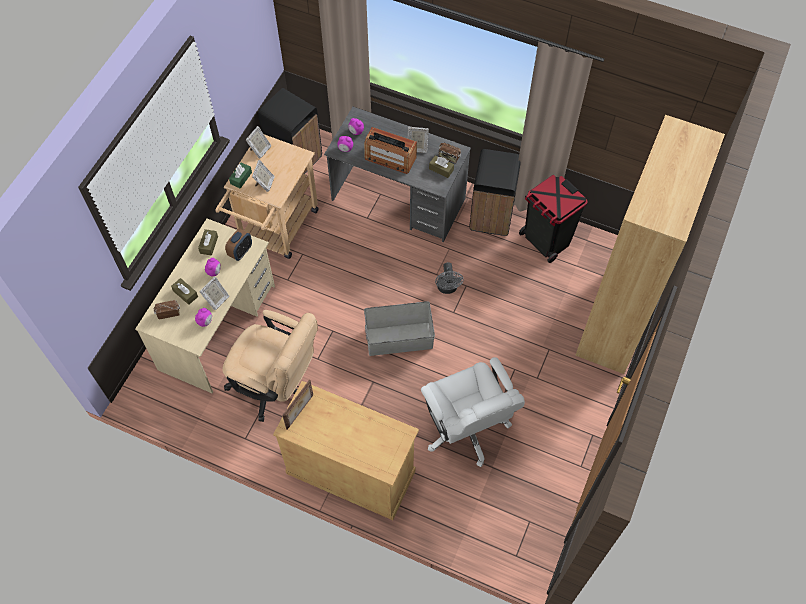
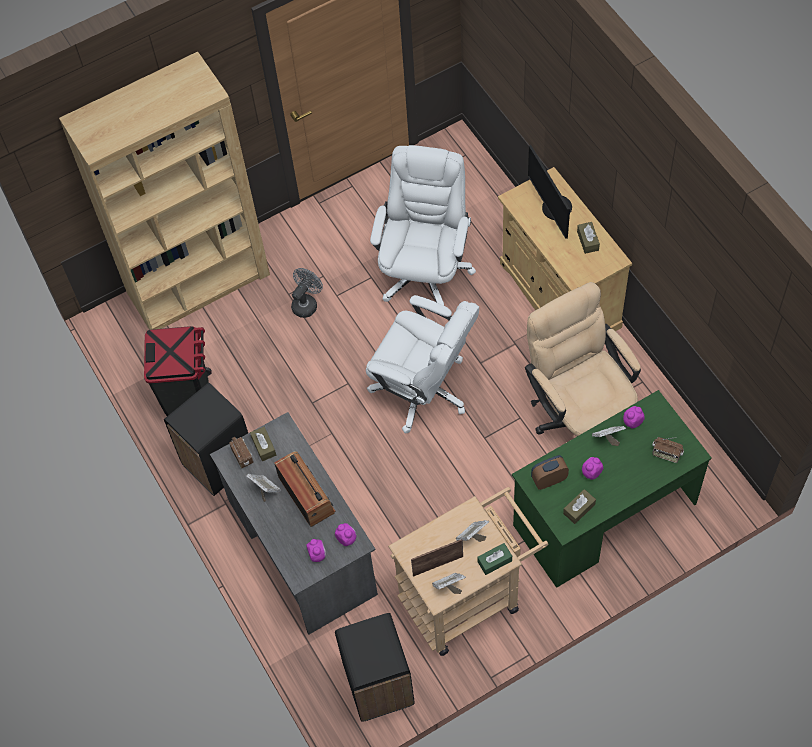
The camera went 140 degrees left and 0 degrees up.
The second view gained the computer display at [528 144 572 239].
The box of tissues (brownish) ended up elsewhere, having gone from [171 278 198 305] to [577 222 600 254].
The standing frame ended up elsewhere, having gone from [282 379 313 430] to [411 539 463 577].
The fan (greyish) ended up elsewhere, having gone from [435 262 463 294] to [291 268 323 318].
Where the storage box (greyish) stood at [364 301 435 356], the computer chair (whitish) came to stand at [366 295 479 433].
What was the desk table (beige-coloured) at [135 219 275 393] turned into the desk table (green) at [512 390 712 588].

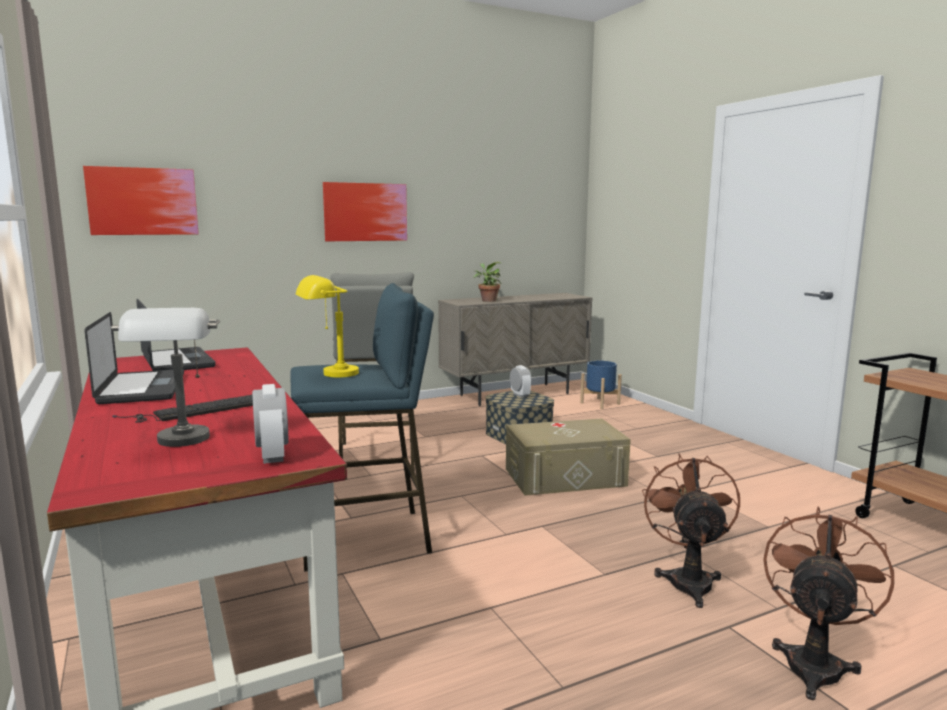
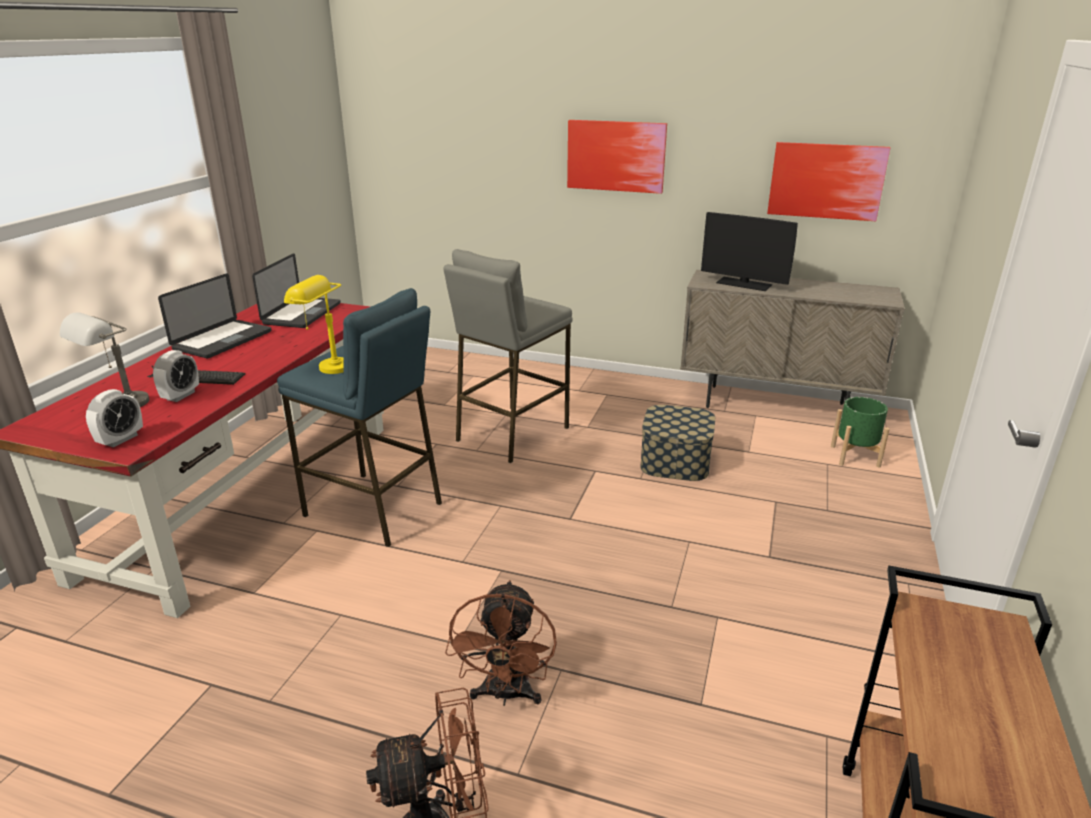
The camera went 45 degrees right and 15 degrees up.
The second view lost the storage box (beige-coloured) at [506 419 631 496].
The wall art ended up elsewhere, having gone from [83 166 199 235] to [767 142 890 221].
The bedside clock ended up elsewhere, having gone from [510 365 532 398] to [153 350 199 402].
Where the potted plant stood at [473 262 501 302], the computer display came to stand at [701 212 798 291].
What was the flower pot (blue-coloured) at [580 361 622 409] turned into the flower pot (green) at [831 397 890 468].
The fan (brownish) at [642 453 740 608] ended up facing another way, 135 degrees clockwise from before.

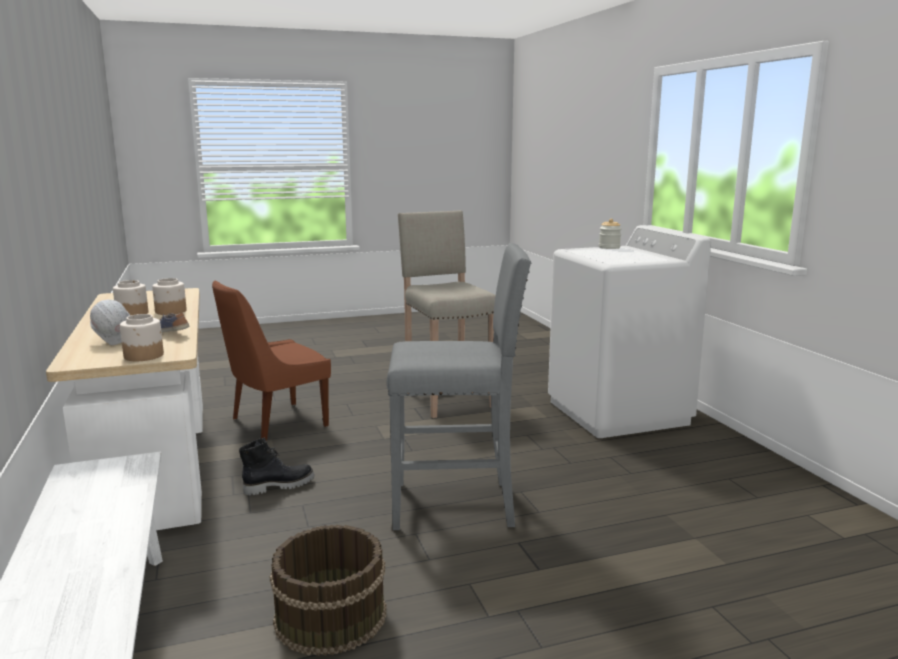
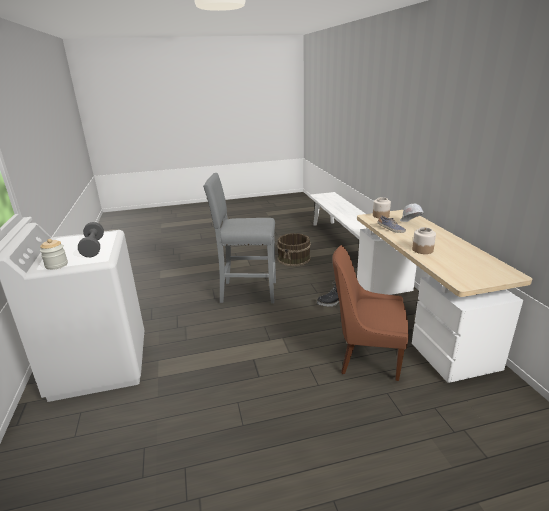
The camera went 175 degrees left and 10 degrees up.
The second view lost the preserve jar at [113 280 148 316].
The second view lost the stool seat (beige-coloured) at [398 210 496 418].
The second view gained the dumbbell (greyish) at [78 222 104 257].
The plain chair (brownish) at [212 281 331 441] ended up facing another way, 135 degrees counterclockwise from before.

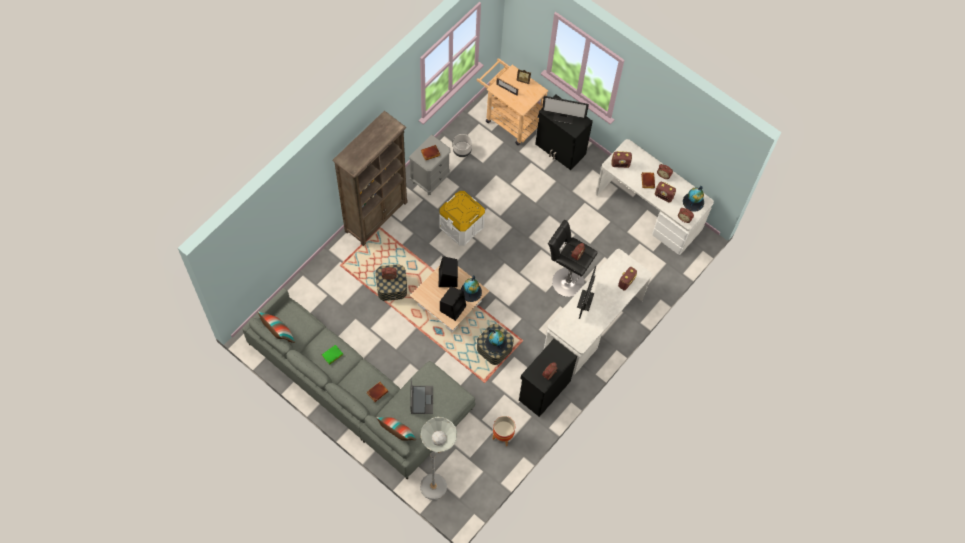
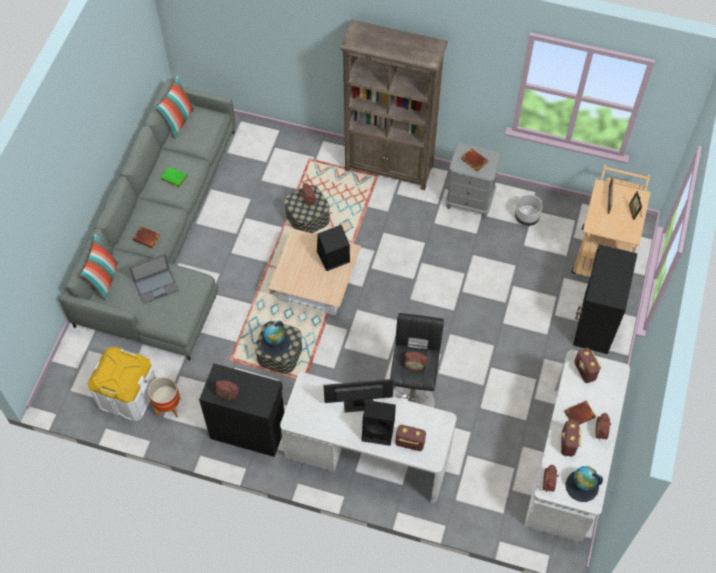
The camera went 70 degrees right and 5 degrees down.
The second view lost the standing lamp (greyish) at [420 417 457 500].
The second view lost the globe at [460 275 482 302].
The second view lost the computer display at [542 96 589 124].
The storage box (whitish) ended up elsewhere, having gone from [439 191 485 246] to [87 347 157 422].
The speaker (black-coloured) ended up elsewhere, having gone from [440 287 466 321] to [362 400 396 446].

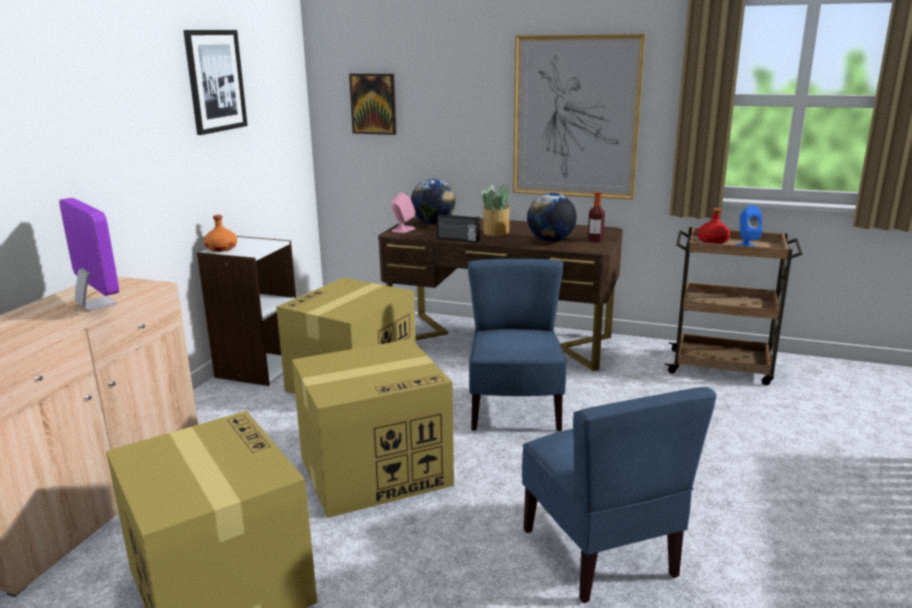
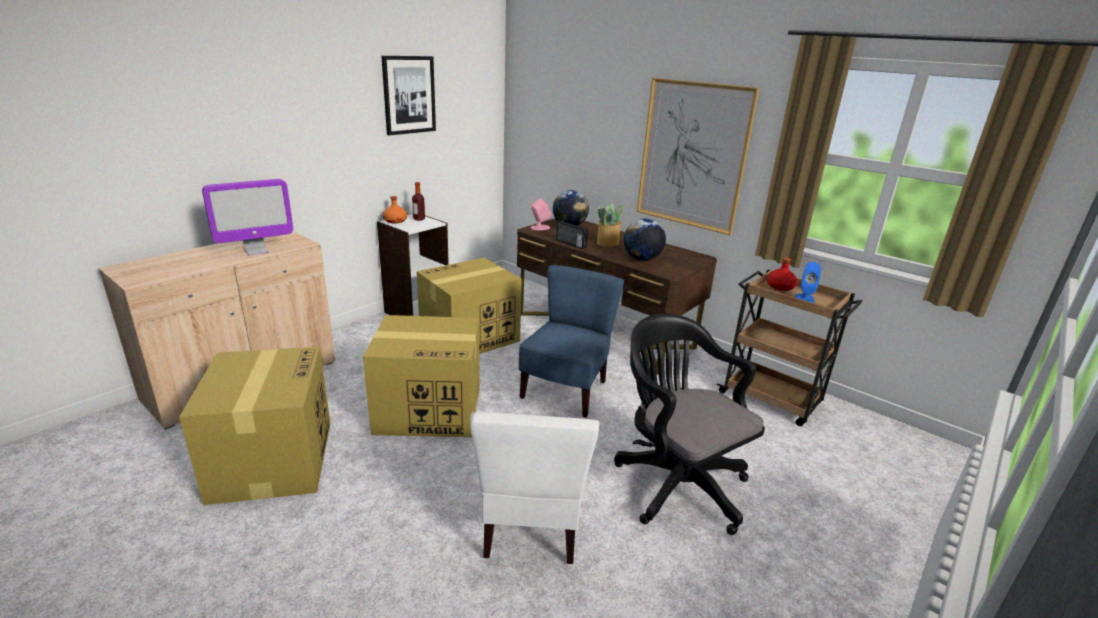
The camera went 20 degrees right and 5 degrees up.
The second view lost the wall art at [349 74 397 135].
The second view gained the computer chair (black-coloured) at [614 314 765 535].
The beverage bottle ended up elsewhere, having gone from [588 192 605 242] to [412 182 425 221].
What was the plain chair (blue-coloured) at [522 387 717 603] turned into the plain chair (whitish) at [470 412 599 564].
The computer display at [59 198 119 310] ended up facing another way, 75 degrees clockwise from before.

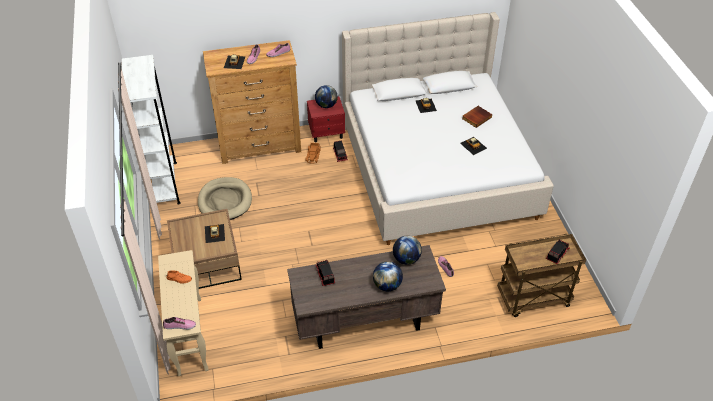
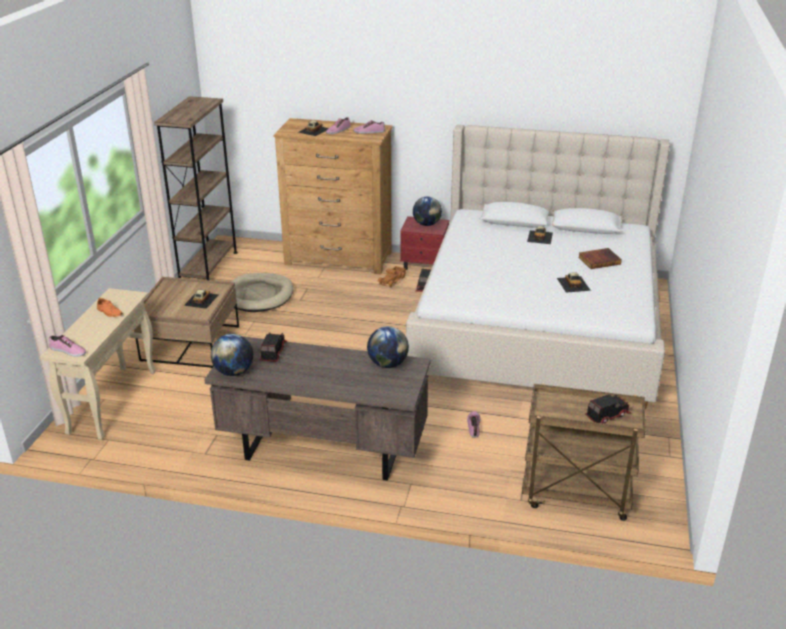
The camera went 25 degrees right and 15 degrees down.
The globe ended up elsewhere, having gone from [373 261 403 291] to [211 334 253 376].
What was the bookshelf (whitish) at [122 55 181 205] turned into the bookshelf (brownish) at [154 96 238 280].

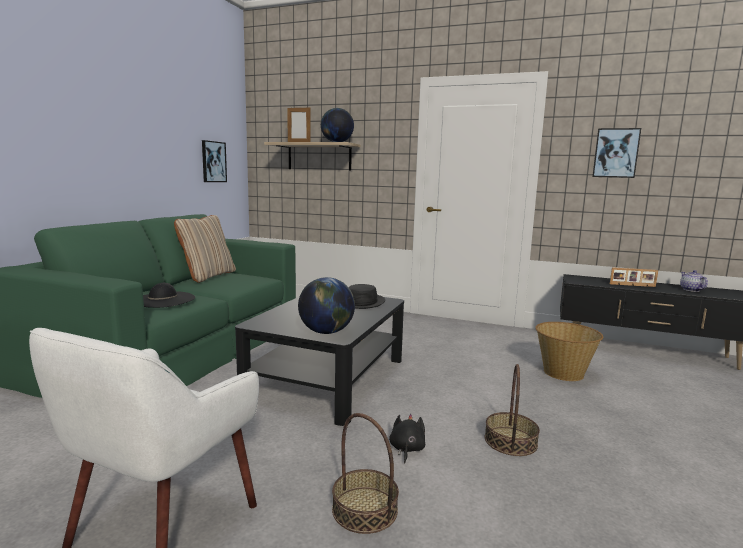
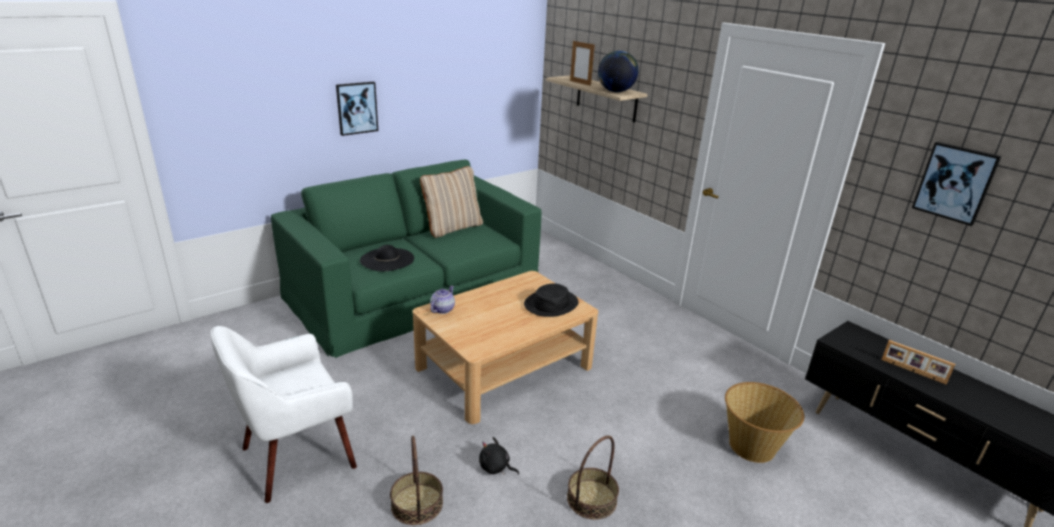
The camera went 30 degrees right and 15 degrees up.
The second view lost the globe at [298 277 355 334].
The wall art ended up elsewhere, having gone from [202 140 227 182] to [336 82 378 136].
The pot for tea ended up elsewhere, having gone from [680 270 708 292] to [430 286 455 314].
What was the lounge table (black-coloured) at [235 296 404 426] turned into the lounge table (beige-coloured) at [413 271 598 424].
The cuddly toy (black-coloured) at [389 414 425 463] ended up facing another way, 105 degrees counterclockwise from before.

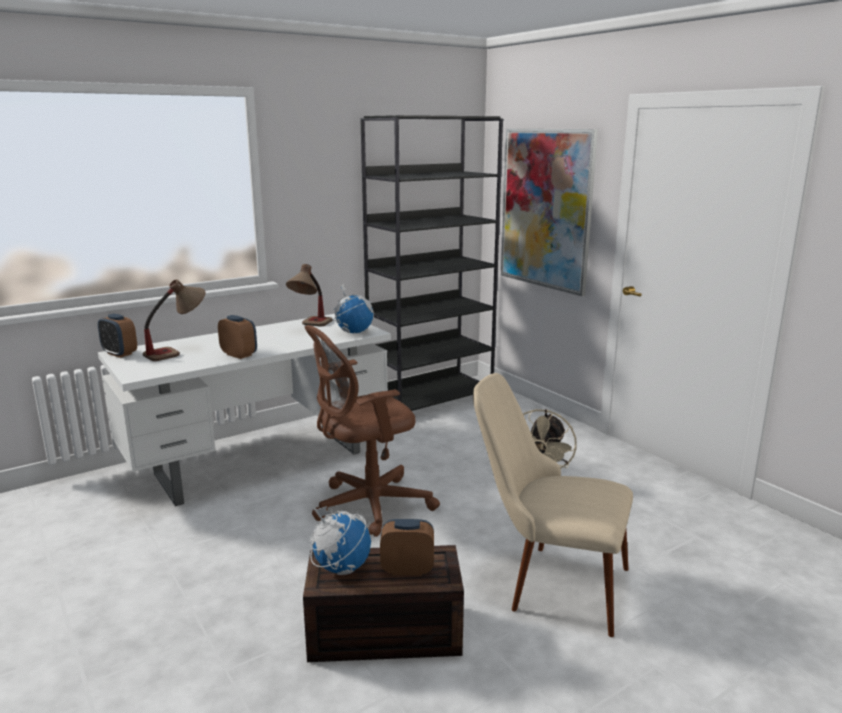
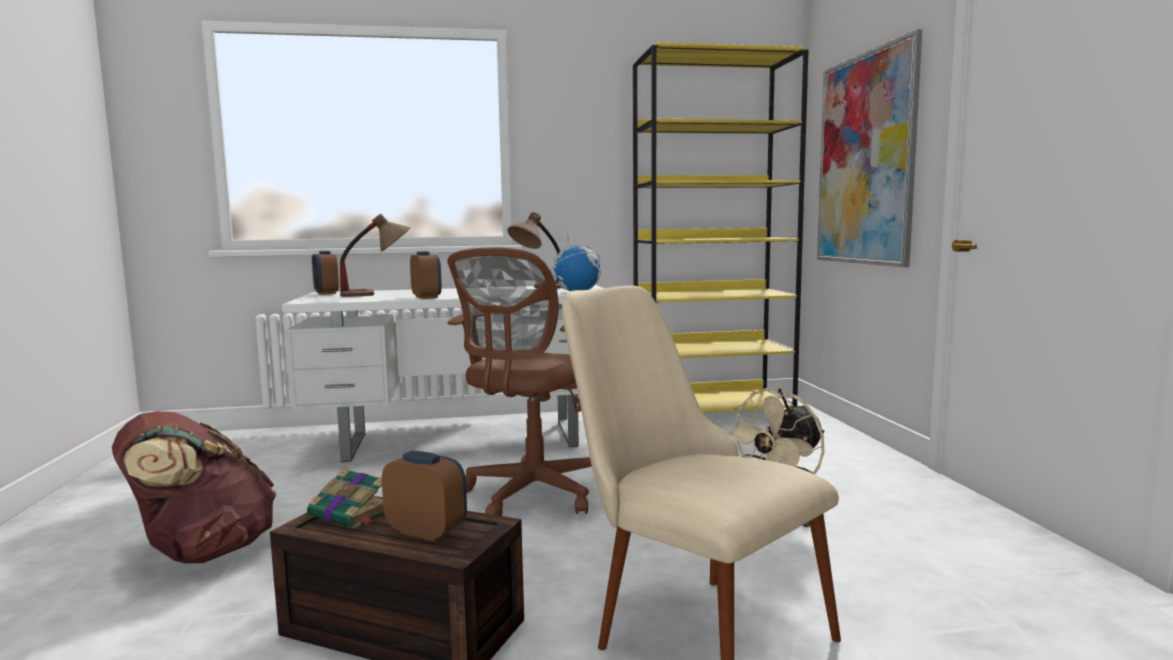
The camera went 25 degrees right and 10 degrees down.
The second view gained the backpack (brownish) at [112 411 277 563].
Where the globe stood at [310 506 371 575], the bound book came to stand at [307 468 384 529].
What was the bookshelf (black-coloured) at [360 115 503 411] turned into the bookshelf (yellow-coloured) at [633 42 809 413].
The computer chair (brownish) at [305 325 440 537] ended up facing another way, 60 degrees counterclockwise from before.

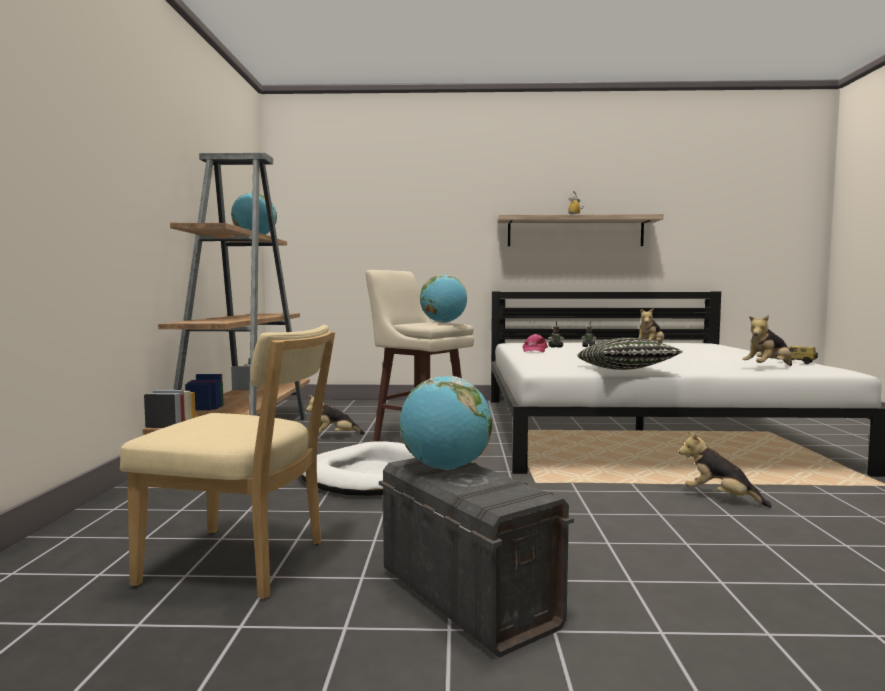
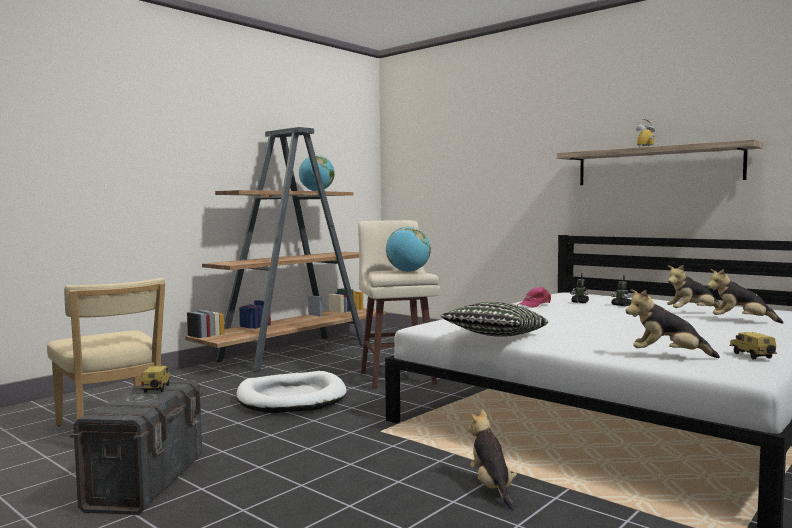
The camera went 40 degrees right and 0 degrees up.
The cuddly toy ended up elsewhere, having gone from [306 395 365 434] to [707 269 784 324].
Where the globe stood at [400 376 492 470], the miniature car came to stand at [141 365 171 393].

